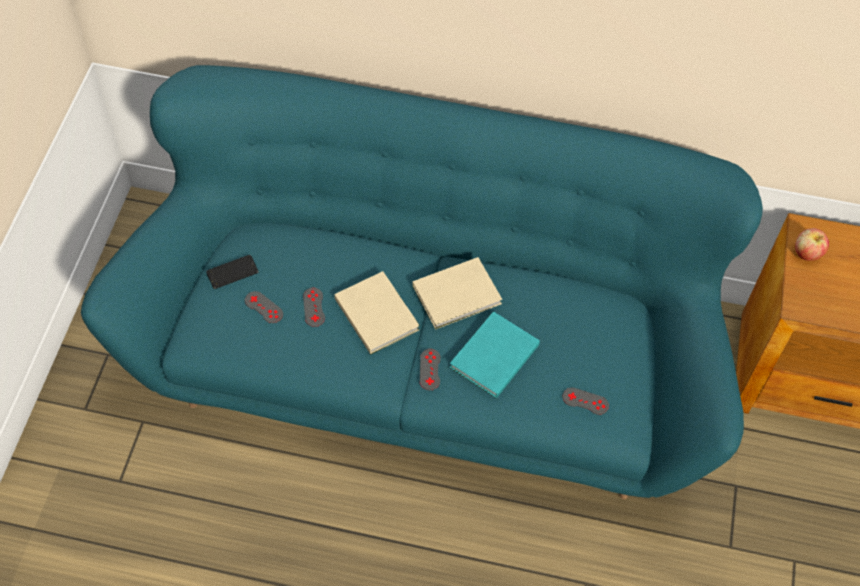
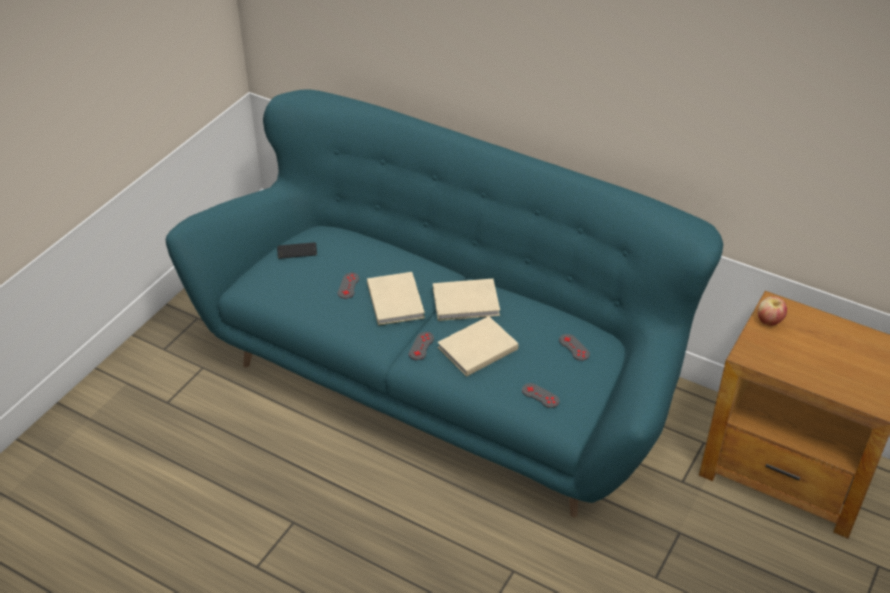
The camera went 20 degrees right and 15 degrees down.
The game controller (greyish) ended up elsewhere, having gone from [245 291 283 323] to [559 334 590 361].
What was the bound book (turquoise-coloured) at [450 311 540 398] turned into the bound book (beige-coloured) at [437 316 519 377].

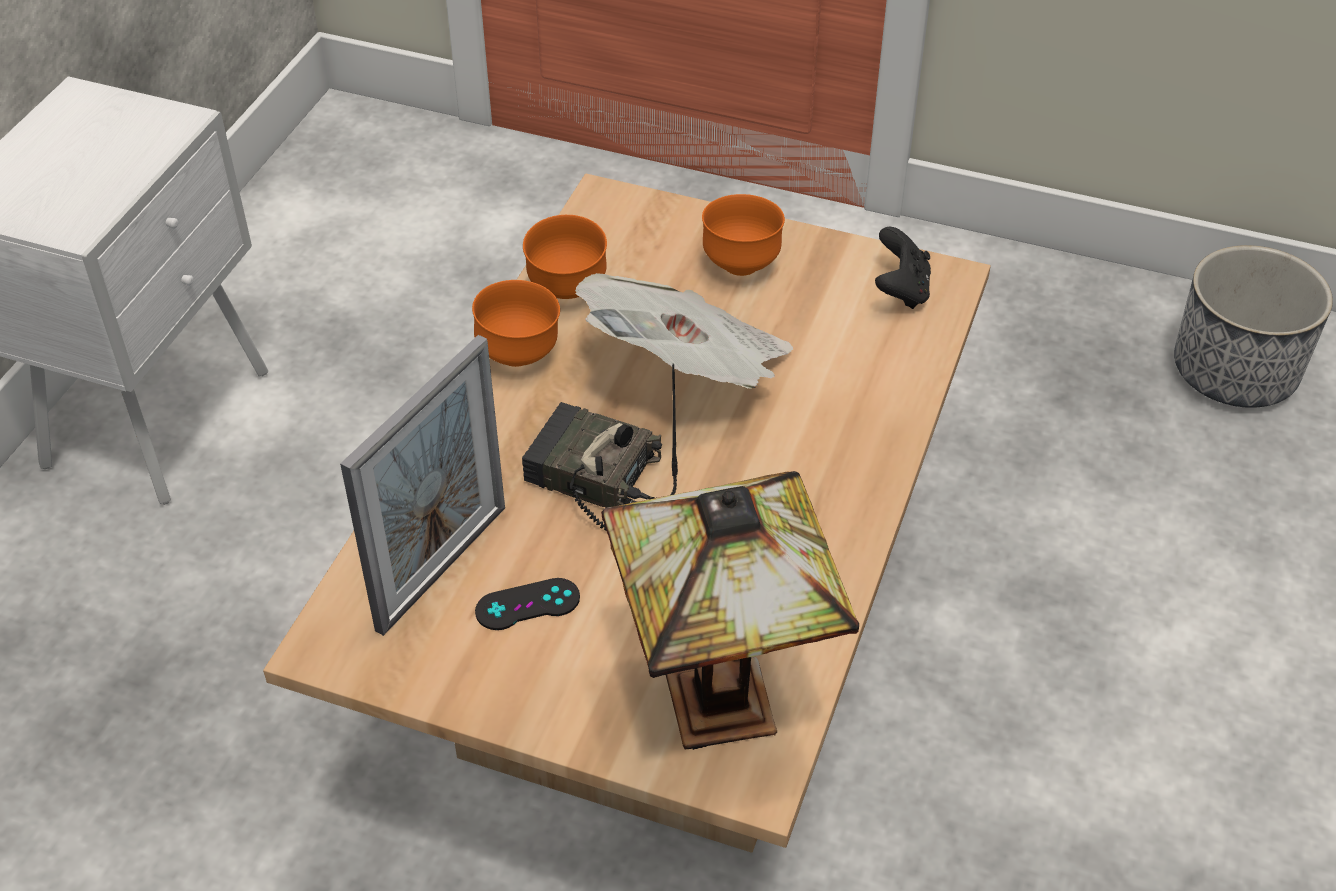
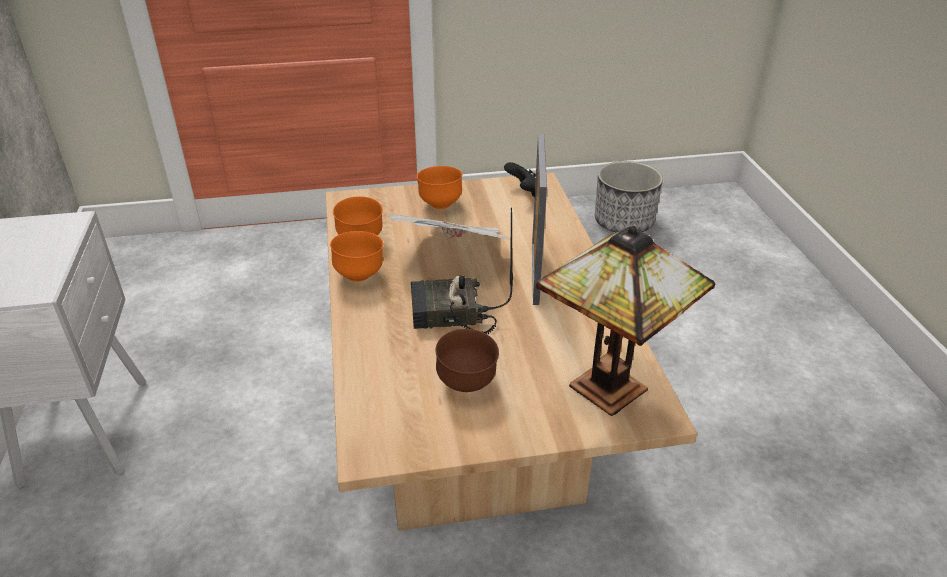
The camera went 30 degrees left and 10 degrees down.
The standing frame ended up elsewhere, having gone from [340 335 505 636] to [532 134 547 305].
Where the game controller (black-coloured) stood at [475 578 580 630], the deep dish (brownish) came to stand at [435 329 499 392].

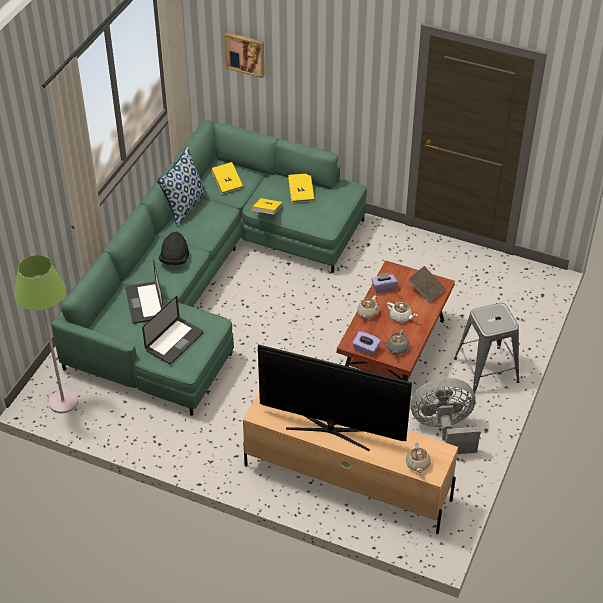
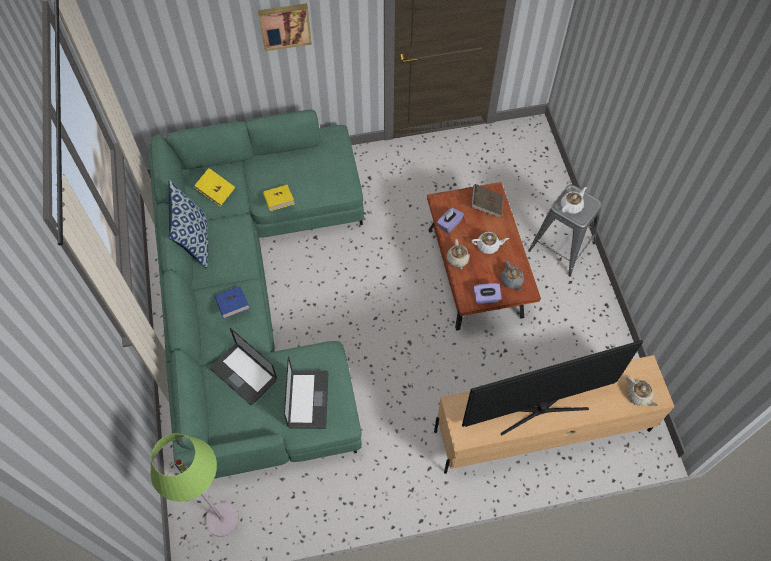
The camera went 35 degrees left and 15 degrees up.
The second view lost the bound book (yellow-coloured) at [288 174 315 203].
The second view lost the fan (greyish) at [411 378 481 454].
The second view gained the pot for tea (whitish) at [561 187 587 214].
The wall art ended up elsewhere, having gone from [224 32 265 78] to [258 3 312 51].
Where the clothing hat (black-coloured) stood at [159 232 189 265], the bound book (blue-coloured) came to stand at [215 286 250 319].

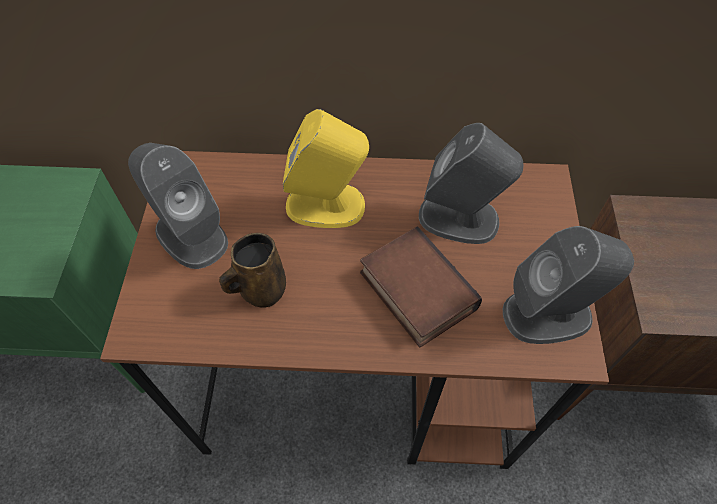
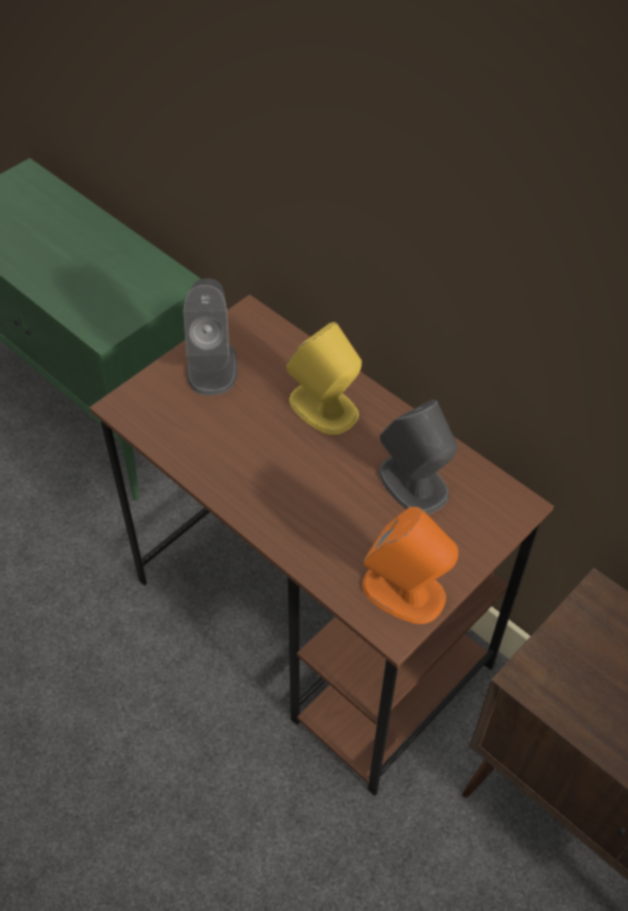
The camera went 40 degrees right and 5 degrees down.
The second view lost the coffee mug (brownish) at [219 233 286 308].
The second view lost the bound book at [360 226 482 347].
What was the speaker (greyish) at [503 226 634 344] turned into the speaker (orange) at [362 507 458 624].

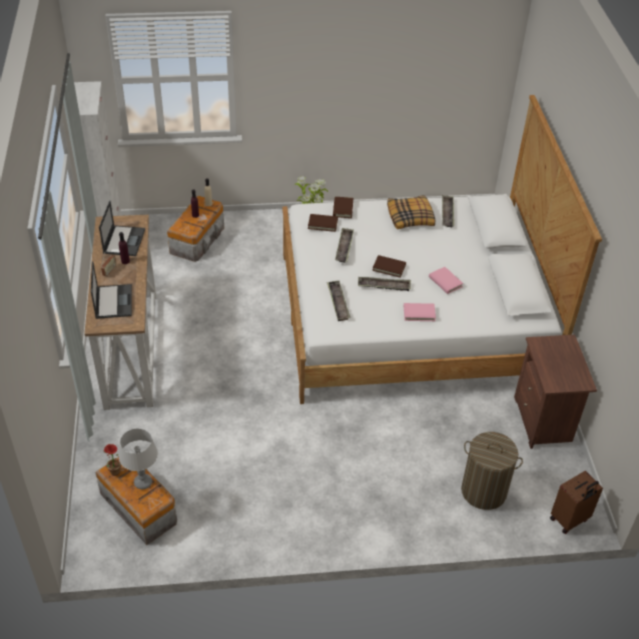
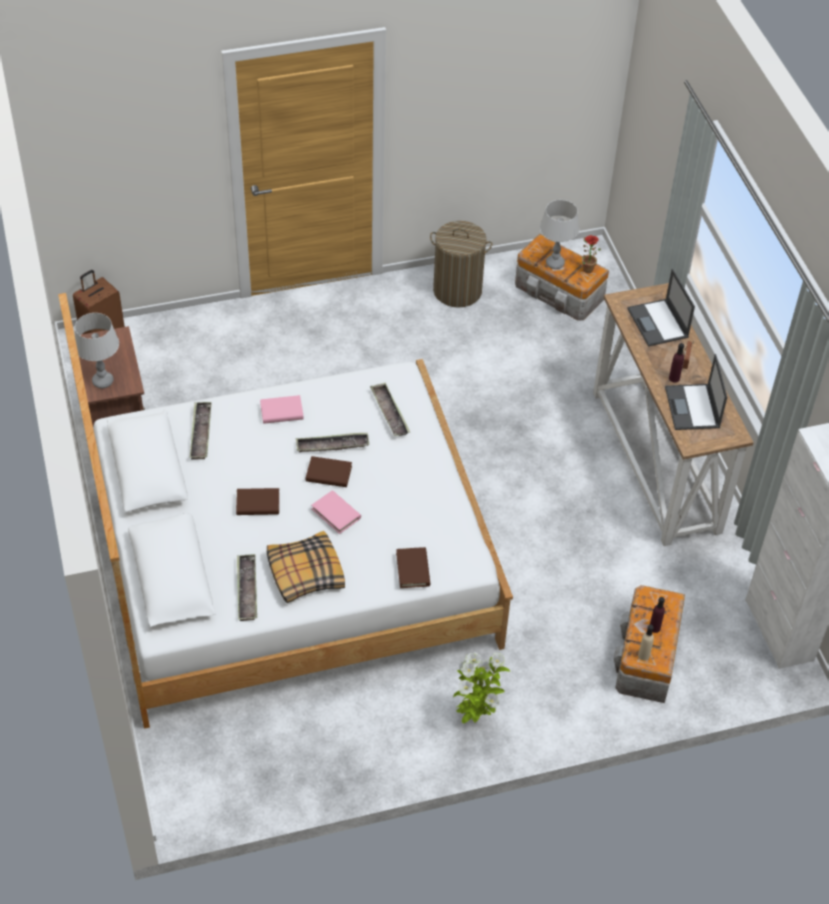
The camera went 170 degrees right and 5 degrees up.
The second view gained the tabletop lamp (greyish) at [75 313 119 388].
The bound book (brownish) ended up elsewhere, having gone from [308 214 338 232] to [236 488 279 515].
The carrying tray ended up elsewhere, having gone from [335 228 354 263] to [190 402 212 460].
The bound book (pinkish) ended up elsewhere, having gone from [429 267 464 294] to [311 490 361 534].
The laundry basket ended up elsewhere, having gone from [461 432 523 510] to [430 221 492 308].

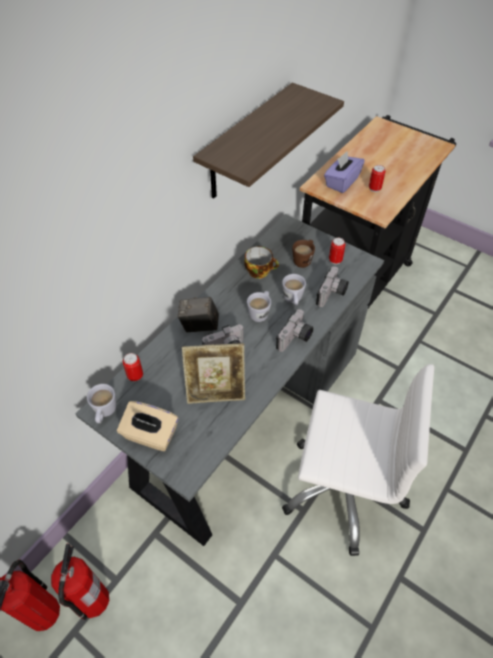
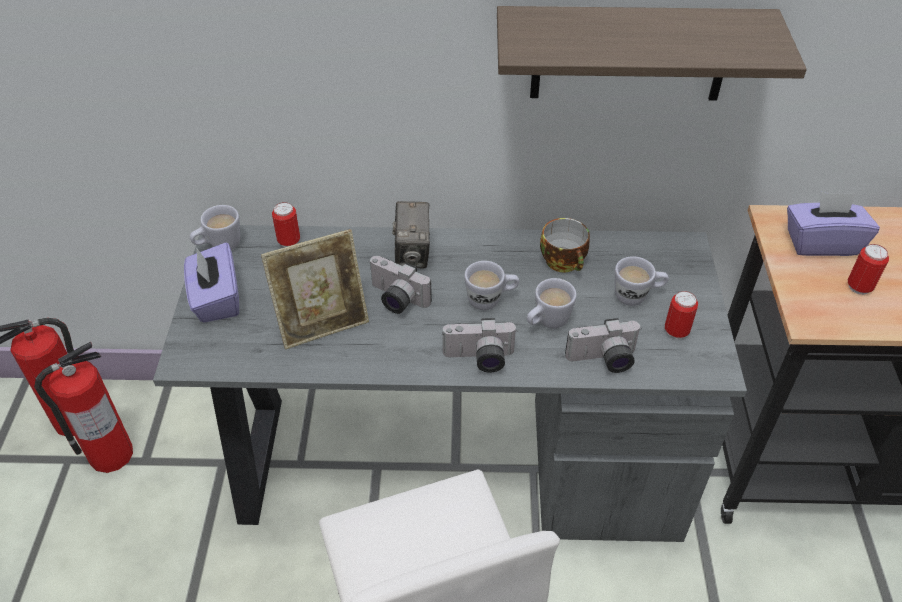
The camera went 55 degrees right and 5 degrees down.
What was the box of tissues (beige-coloured) at [117 401 178 451] turned into the box of tissues (purplish) at [184 242 239 323].
What was the coffee mug (brownish) at [292 240 315 268] turned into the coffee mug (whitish) at [615 256 669 306].
The photo camera at [178 297 219 332] ended up facing another way, 150 degrees counterclockwise from before.
The standing frame at [182 343 245 404] ended up facing another way, 75 degrees counterclockwise from before.

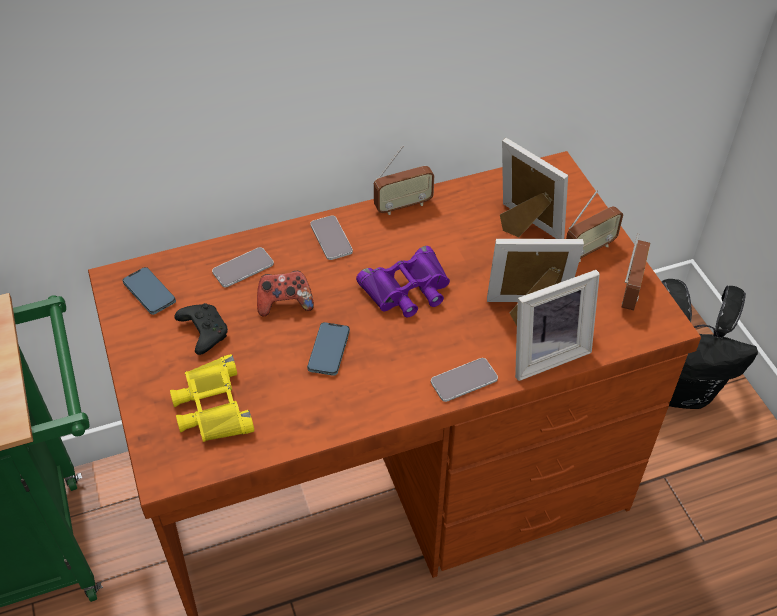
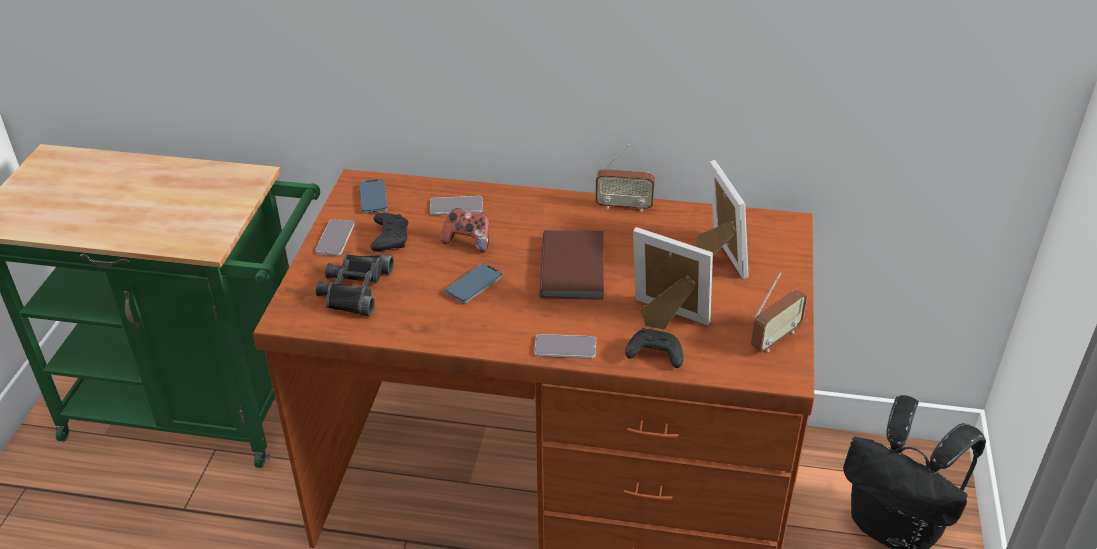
The camera went 30 degrees right and 10 degrees down.
The second view lost the radio at [566 190 623 262].
The handset ended up elsewhere, having gone from [310 215 353 260] to [316 219 355 256].
Where the pair of binoculars (purplish) stood at [356 246 450 317], the bound book (brownish) came to stand at [540 230 604 300].
Where the standing frame stood at [515 270 600 381], the game controller (black-coloured) came to stand at [625 328 683 368].
What was the pair of binoculars (yellow-coloured) at [170 354 254 442] turned into the pair of binoculars (black-coloured) at [316 254 394 316].

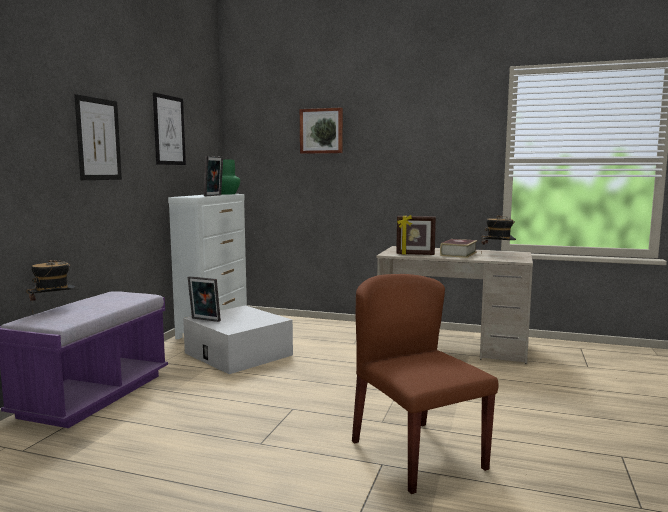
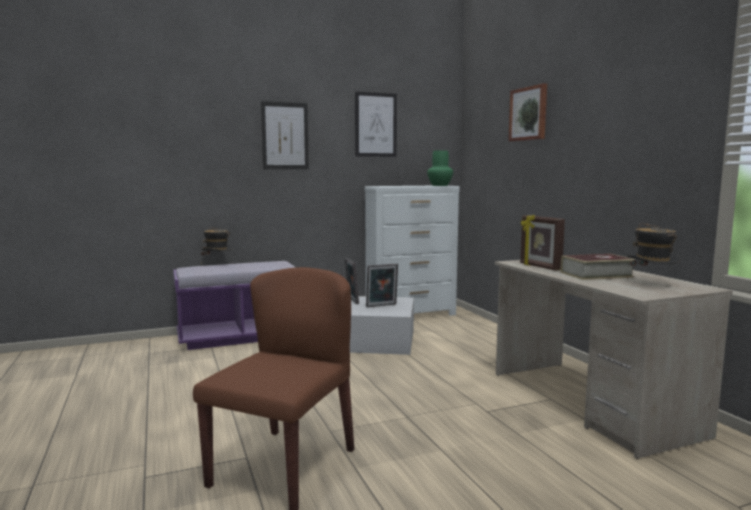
The camera went 50 degrees right and 0 degrees up.
The standing frame ended up elsewhere, having gone from [204 156 223 196] to [366 263 398 307].

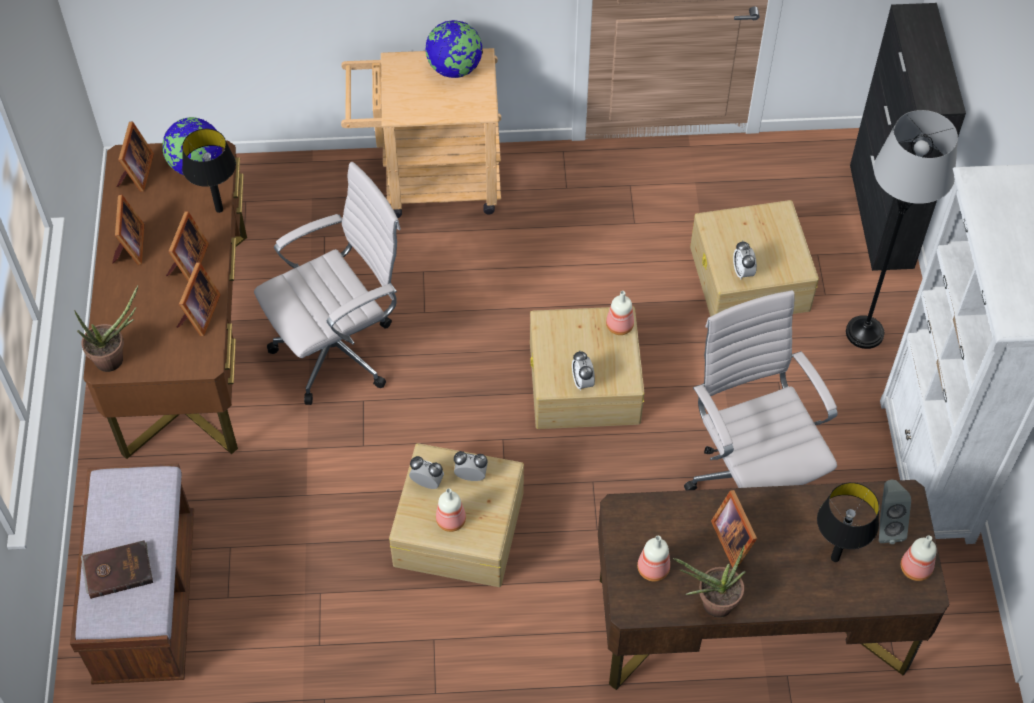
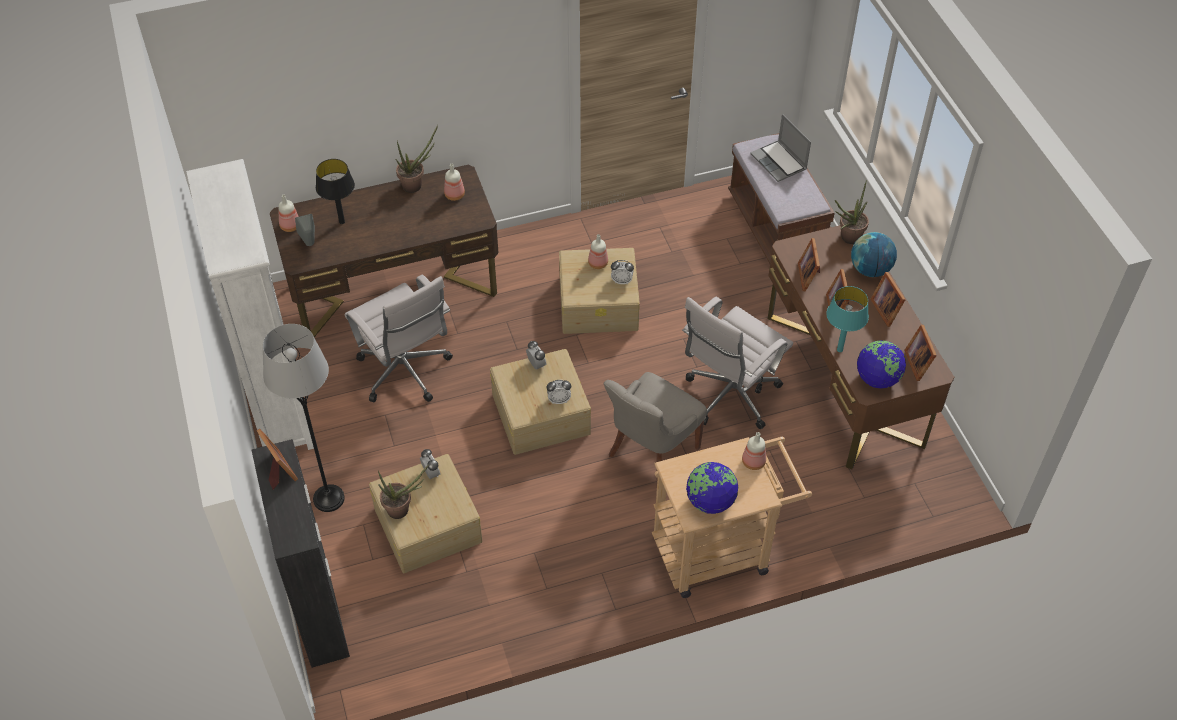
The camera went 165 degrees right and 5 degrees down.
The second view gained the potted plant at [378 464 429 519].
The second view gained the plain chair (greyish) at [603 372 707 479].
The second view gained the globe at [851 232 897 277].
The bedside clock ended up elsewhere, having gone from [454 451 488 481] to [547 380 571 404].
The beverage bottle ended up elsewhere, having gone from [606 291 634 335] to [742 432 766 470].
The standing frame ended up elsewhere, having gone from [711 490 757 568] to [257 428 298 489].
Where the bound book (brownish) stood at [81 540 153 599], the portable computer came to stand at [750 114 811 182].
What was the tabletop lamp (black-coloured) at [182 129 236 213] turned into the tabletop lamp (turquoise-coloured) at [827 286 869 352].

